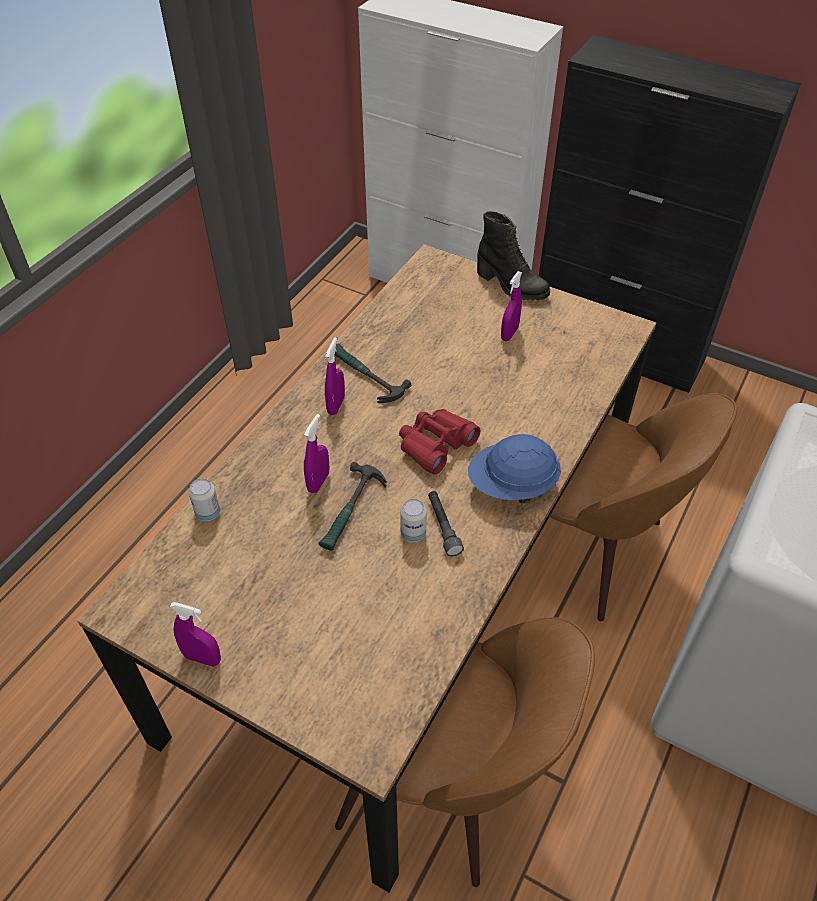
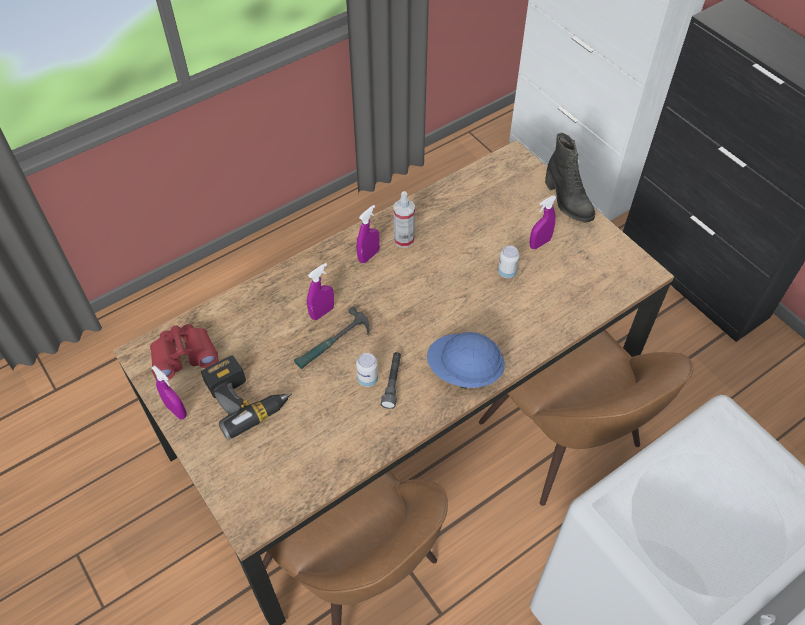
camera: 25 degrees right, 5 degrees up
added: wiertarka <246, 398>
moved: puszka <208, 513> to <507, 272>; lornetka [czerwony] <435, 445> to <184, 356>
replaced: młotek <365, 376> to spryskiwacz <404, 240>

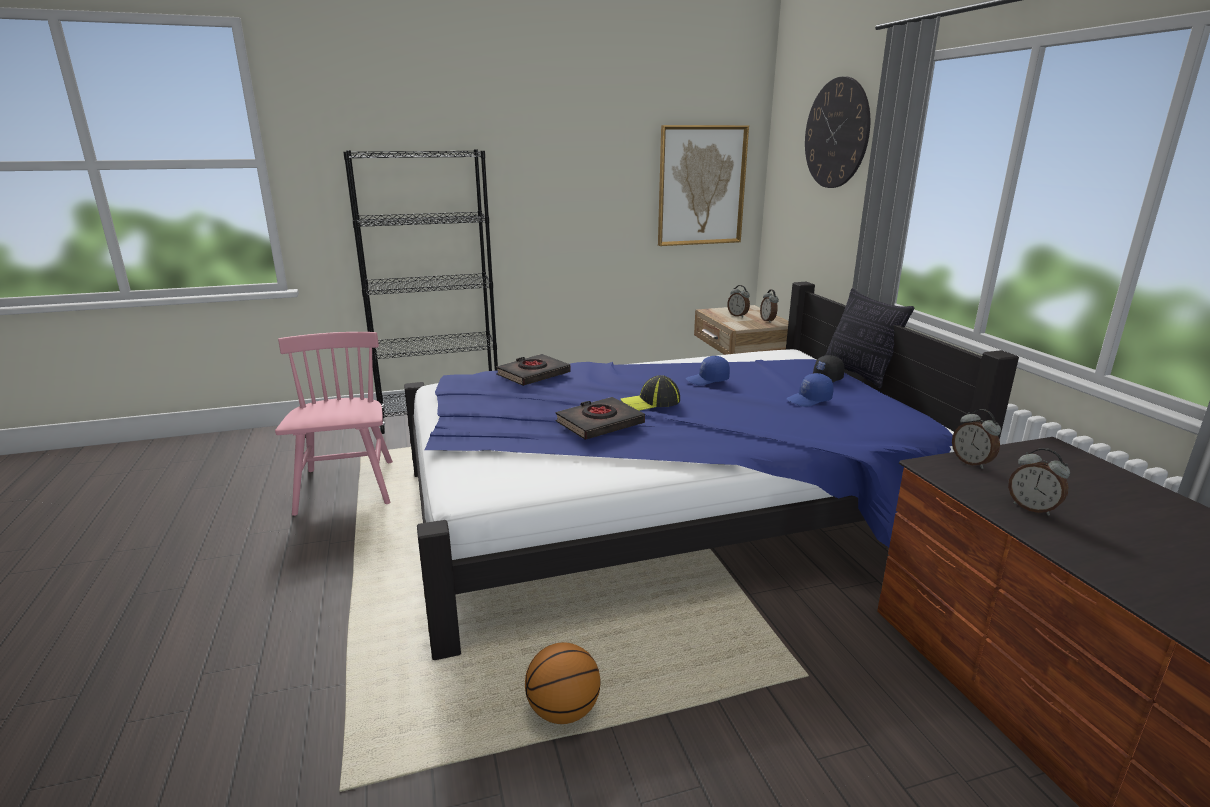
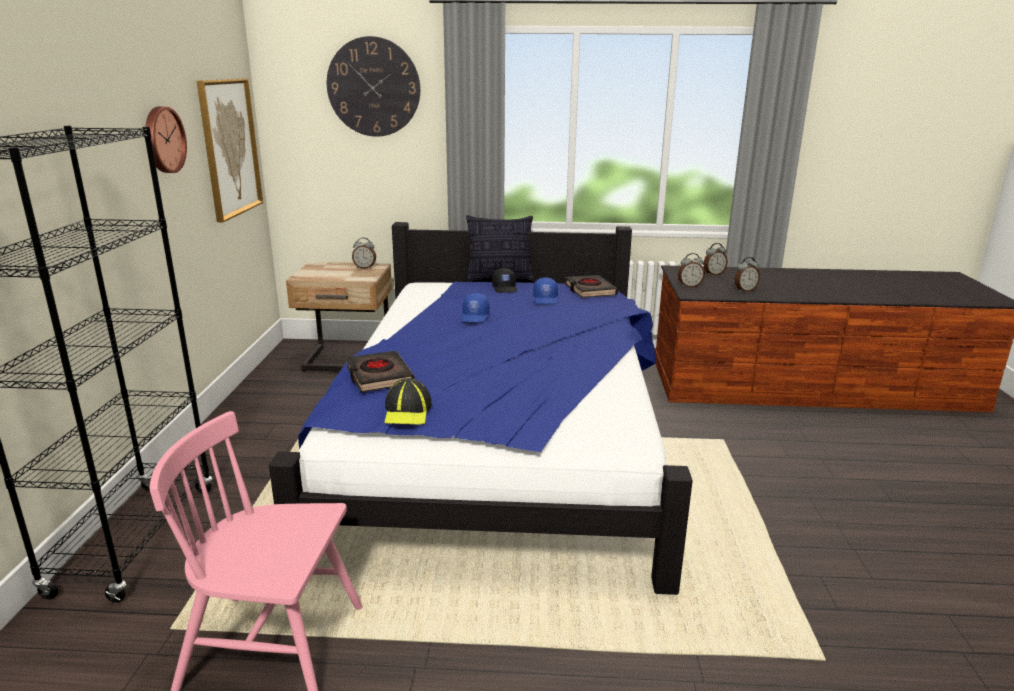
camera: 70 degrees left, 0 degrees up
removed: piłka do koszykówki <564, 711>
added: zegar ścienny <162, 140>
moved: książka [czarny] <599, 423> to <590, 290>; czapka z daszkiem <651, 402> to <407, 411>; budzik <738, 315> to <713, 274>

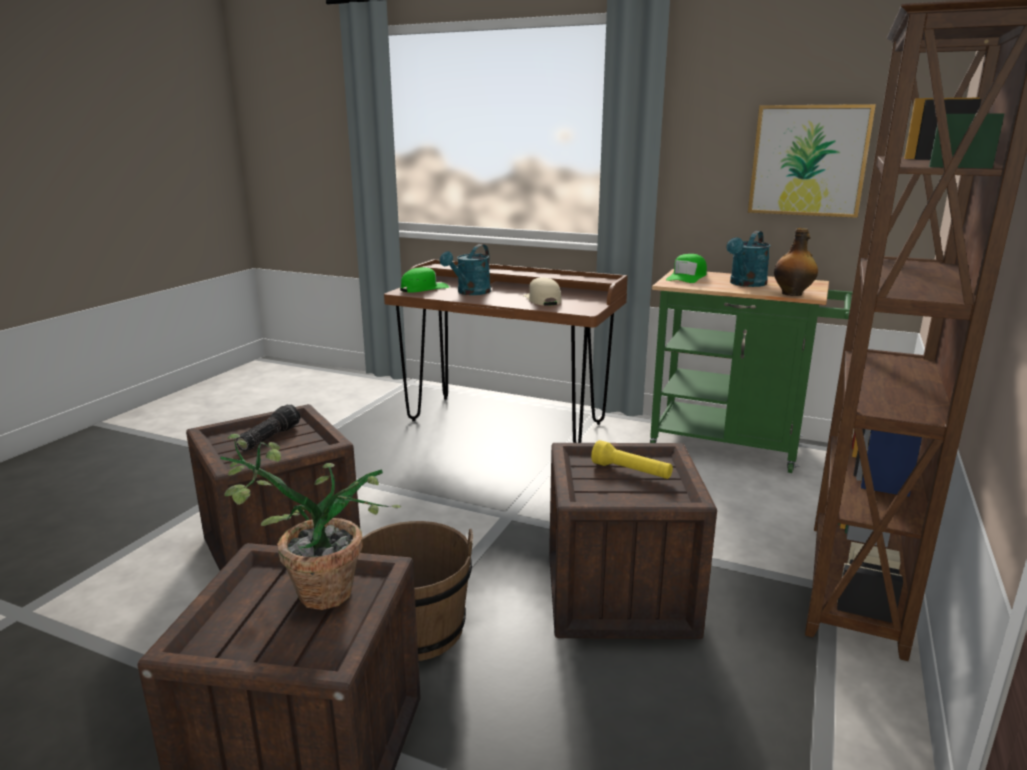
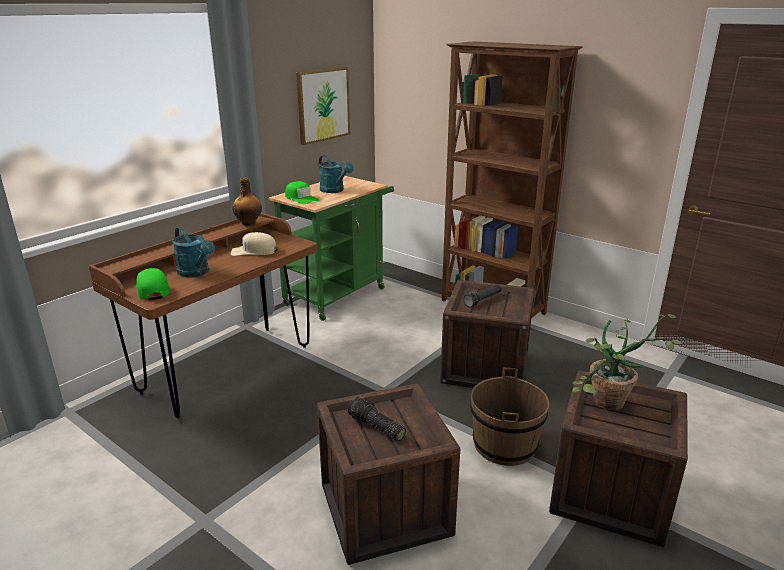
camera: 75 degrees left, 5 degrees up
moved: butelka <792, 294> to <249, 223>
recoloured: latarka [żółty] <631, 472> to latarka [czarny] <483, 300>

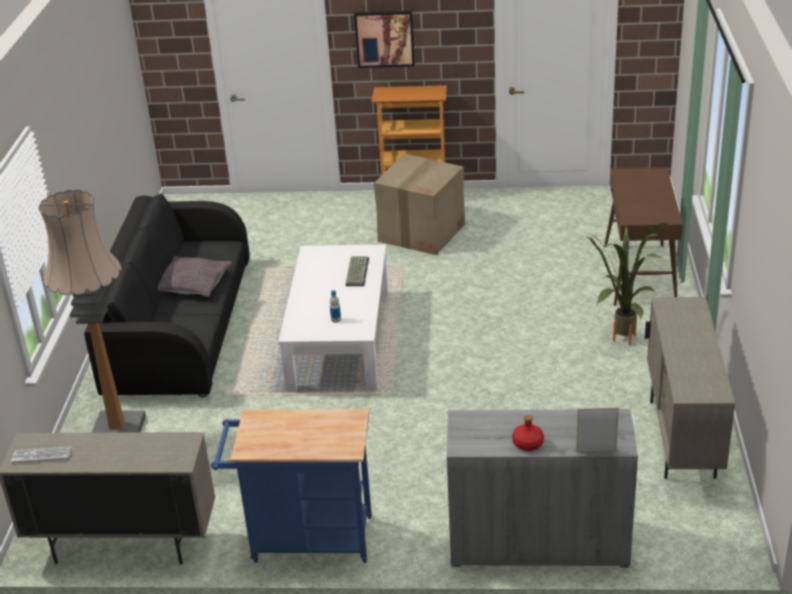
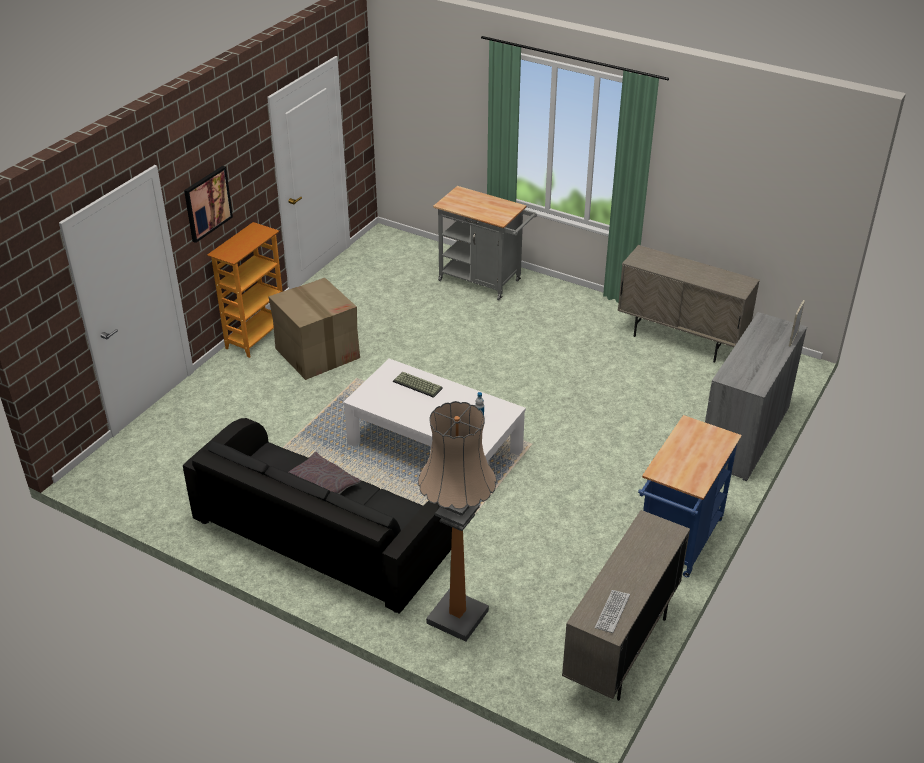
camera: 65 degrees left, 5 degrees up
removed: butelka [czerwony] <527, 443>; roślina doniczkowa <619, 342>
replaced: stolik konsolowy [brązowy] <639, 275> to wózek [szary] <484, 282>

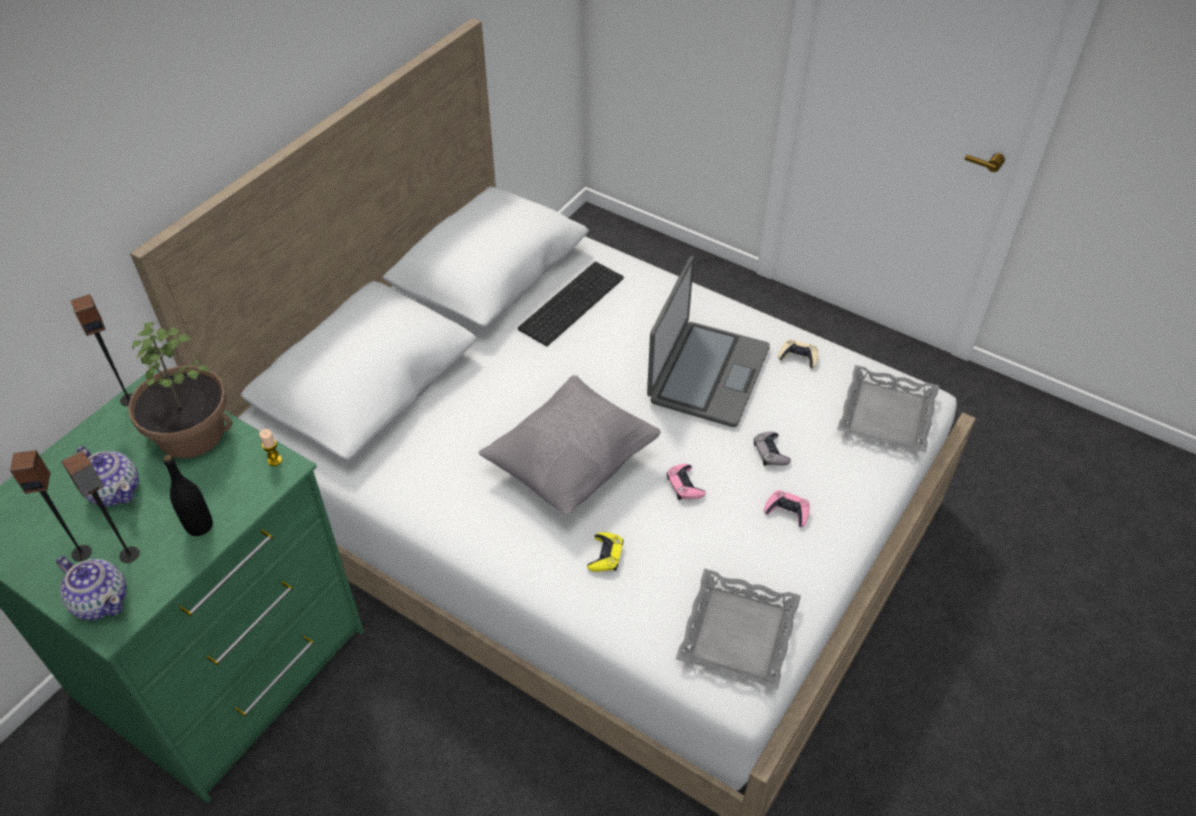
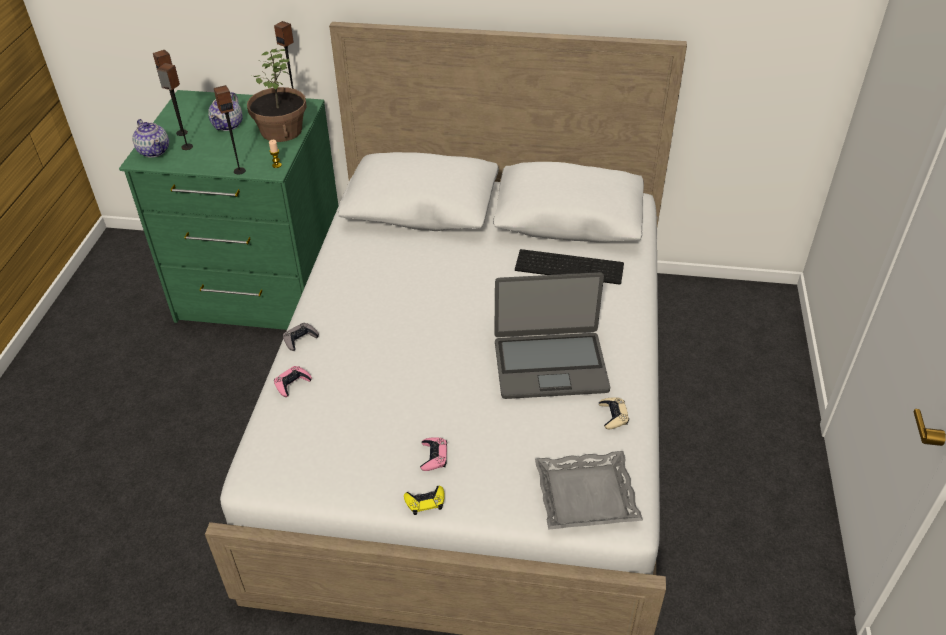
camera: 65 degrees right, 5 degrees down
removed: butelka [czarny] <199, 526>; poduszka [szary] <572, 464>; taca [szary] <739, 634>
added: głośnik <239, 171>
moved: pad do gier [żółty] <605, 555> to <425, 502>; pad do gier [różowy] <684, 485> to <292, 383>; pad do gier [szary] <770, 452> to <300, 339>
turned: imbryk <101, 600> = <154, 151> 45 degrees counterclockwise

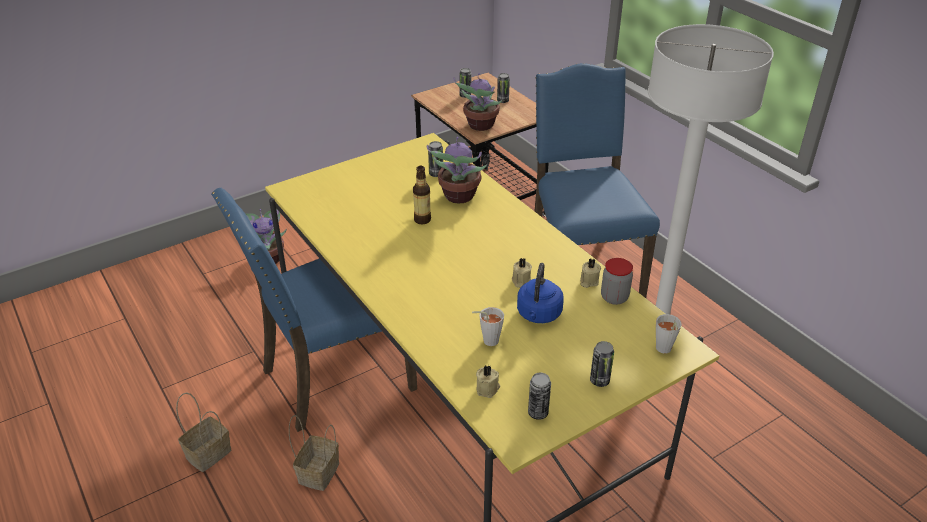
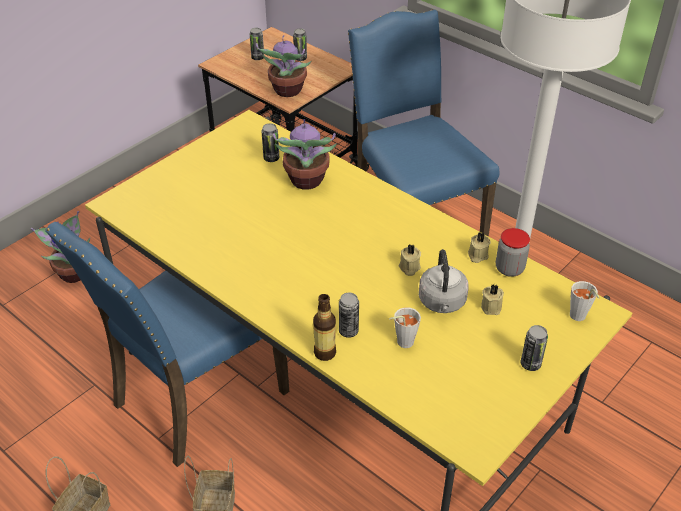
camera: 15 degrees left, 5 degrees up
moved: butelka <422, 220> to <325, 353>; świeca [beżowy] <488, 389> to <492, 307>; puszka <538, 413> to <348, 331>
recoloured: czajnik [niebieski] <538, 315> to czajnik [szary] <442, 303>

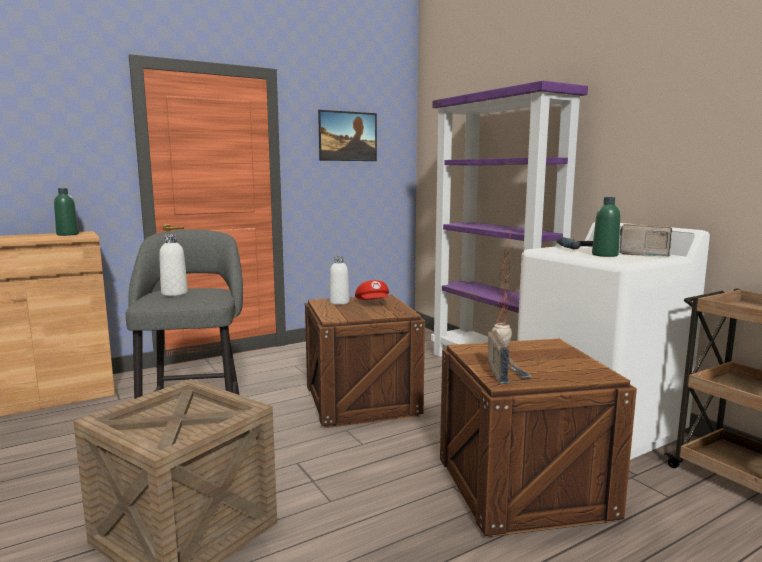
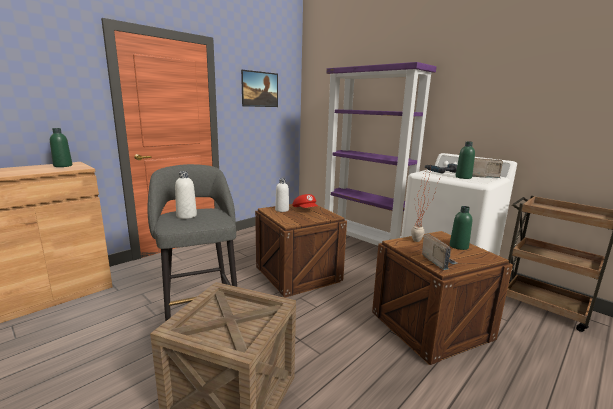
camera: 15 degrees left, 5 degrees up
added: butelka [zielony] <458, 246>

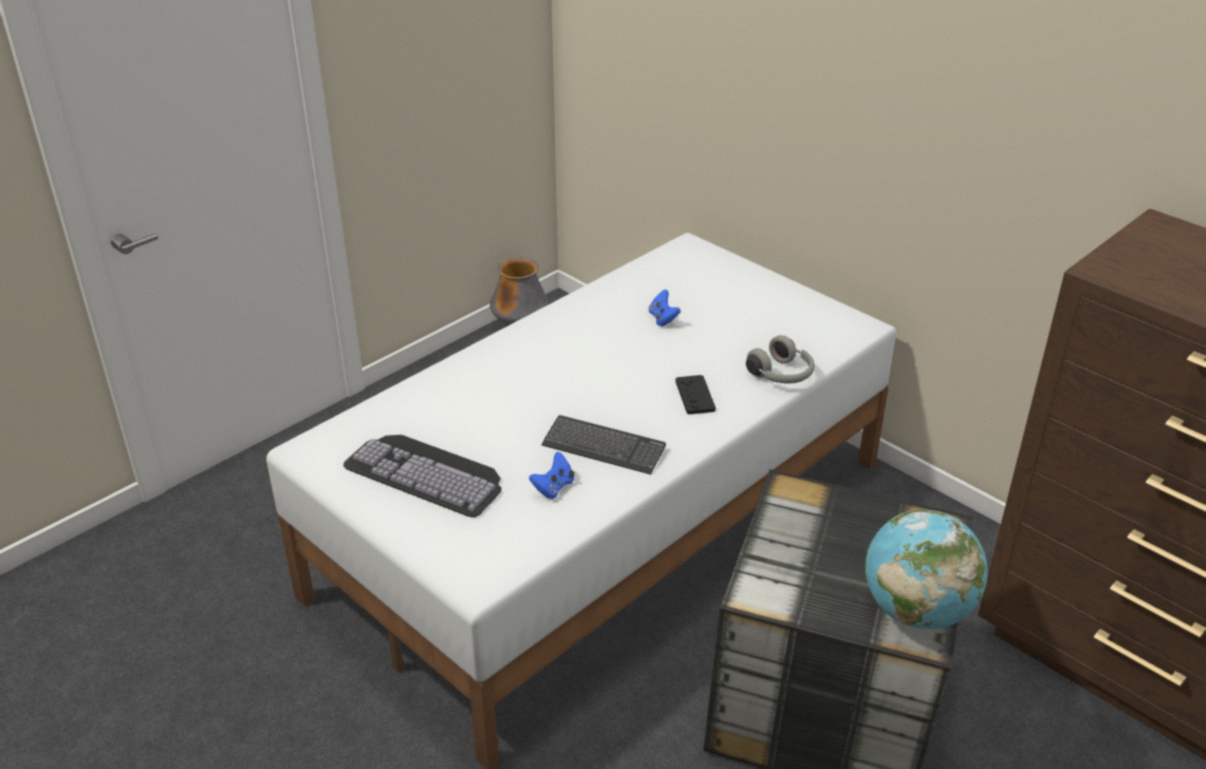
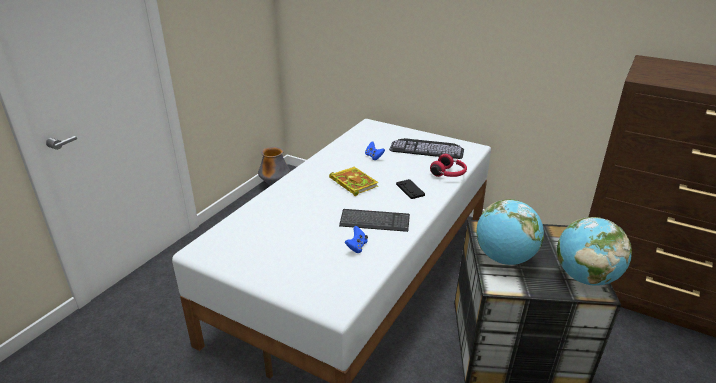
camera: 15 degrees left, 5 degrees down
added: książka <352, 183>; globus <504, 258>
moved: klawiatura <429, 472> to <427, 148>
recoloured: słuchawki [szary] <782, 375> to słuchawki [czerwony] <449, 174>

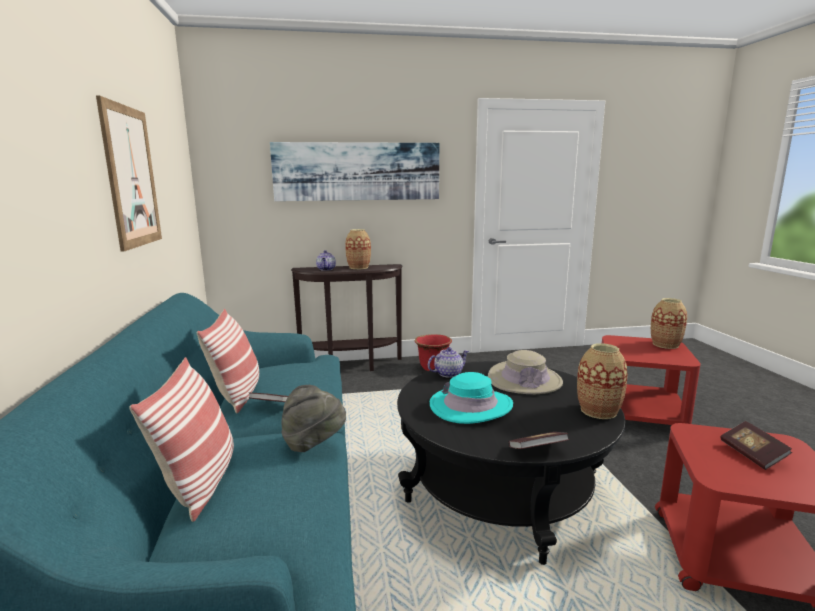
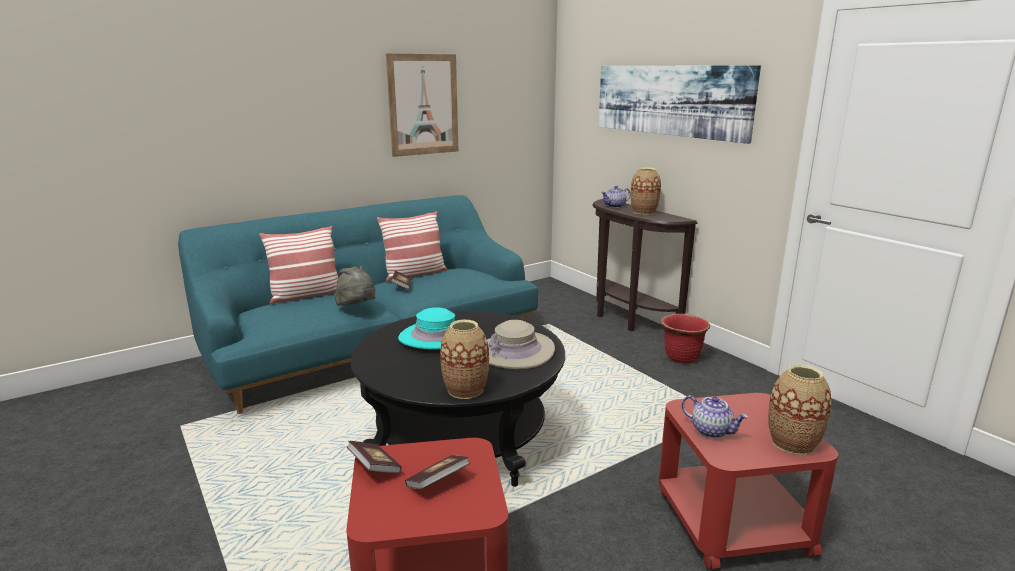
camera: 65 degrees right, 5 degrees up
moved: imbryk <448, 373> to <711, 430>; książka <537, 450> to <374, 467>

